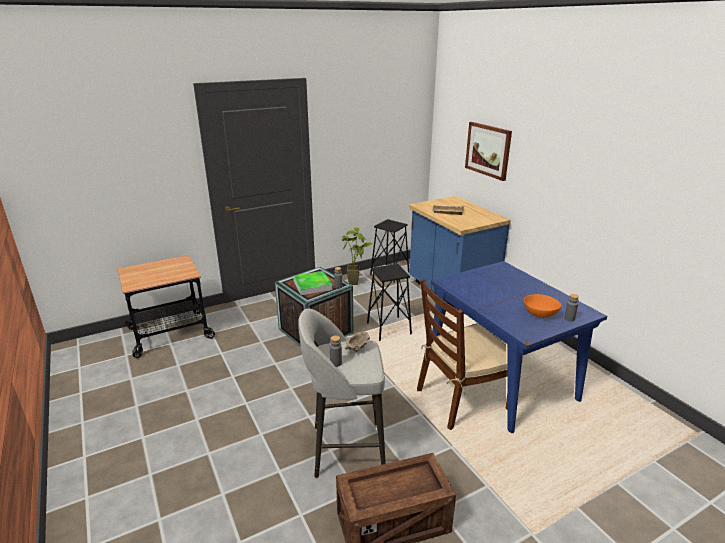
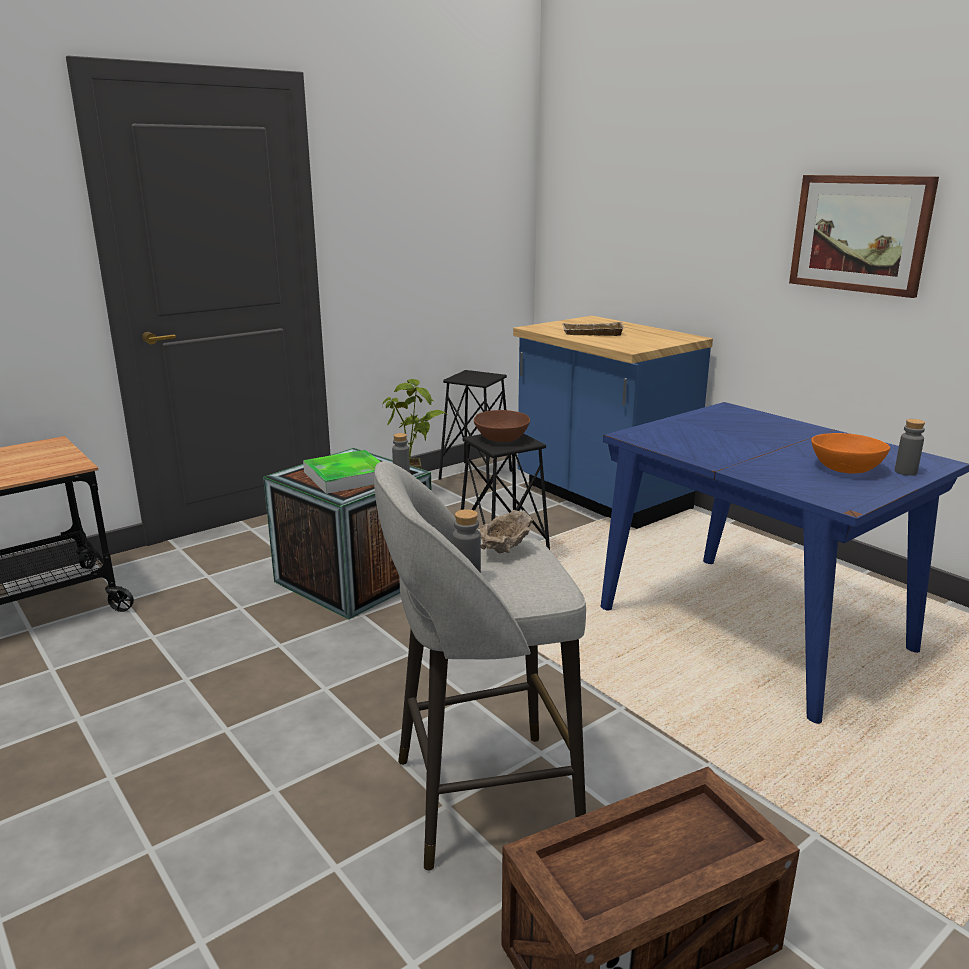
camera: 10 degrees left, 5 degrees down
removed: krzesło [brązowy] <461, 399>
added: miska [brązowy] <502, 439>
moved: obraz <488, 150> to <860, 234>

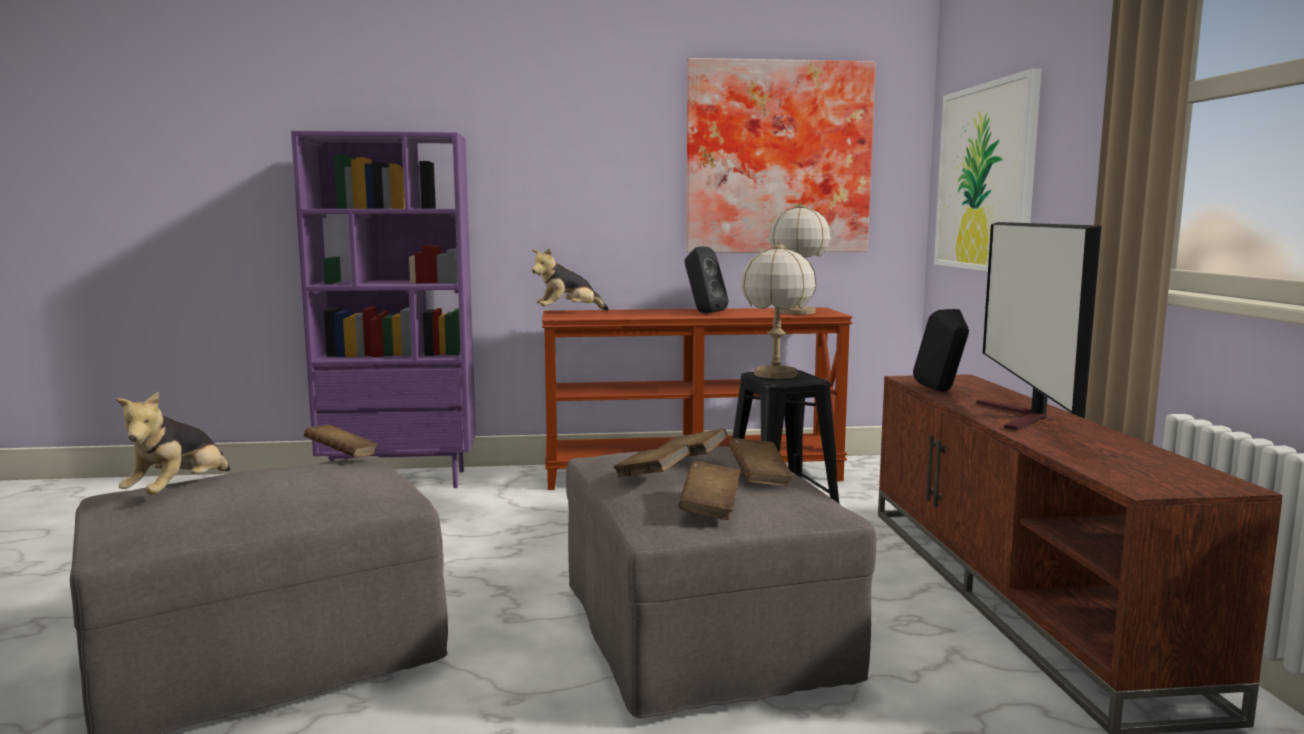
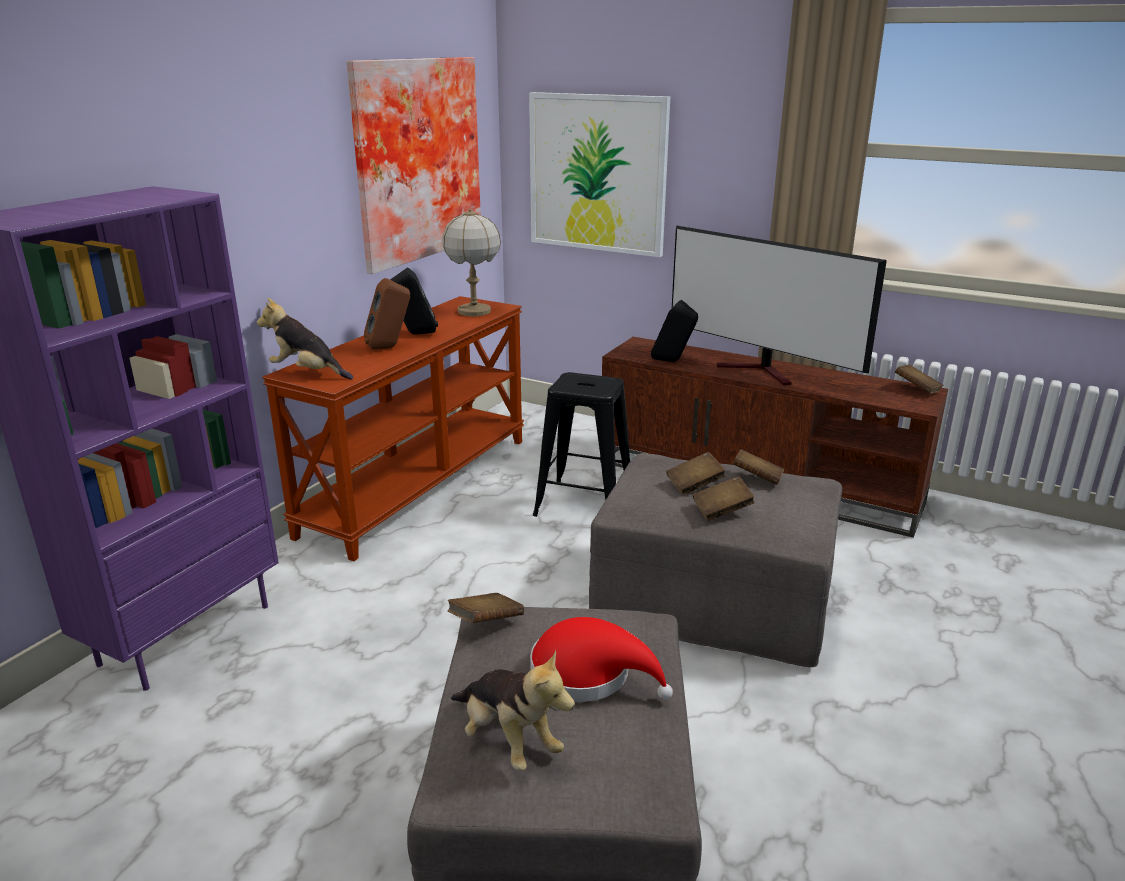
camera: 55 degrees left, 15 degrees up
removed: lampa stołowa <776, 374>
added: głośnik [brązowy] <390, 347>; kapelusz [czerwony] <589, 674>
moved: książka [brązowy] <710, 508> to <916, 389>
turned: pluszak <568, 312> = <307, 373> 105 degrees clockwise

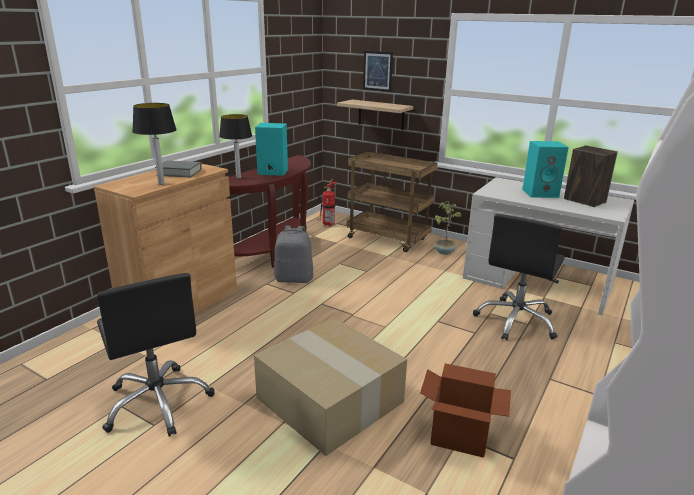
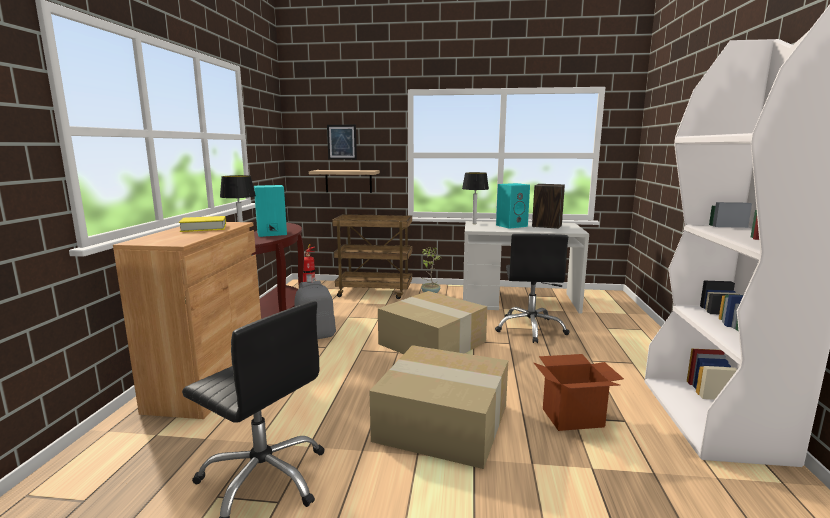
camera: 25 degrees left, 10 degrees down
added: karton <434, 343>
moved: lampa stołowa <161, 184> to <474, 223>
recoloured: książka [szary] <179, 172> to książka [żółty] <203, 228>

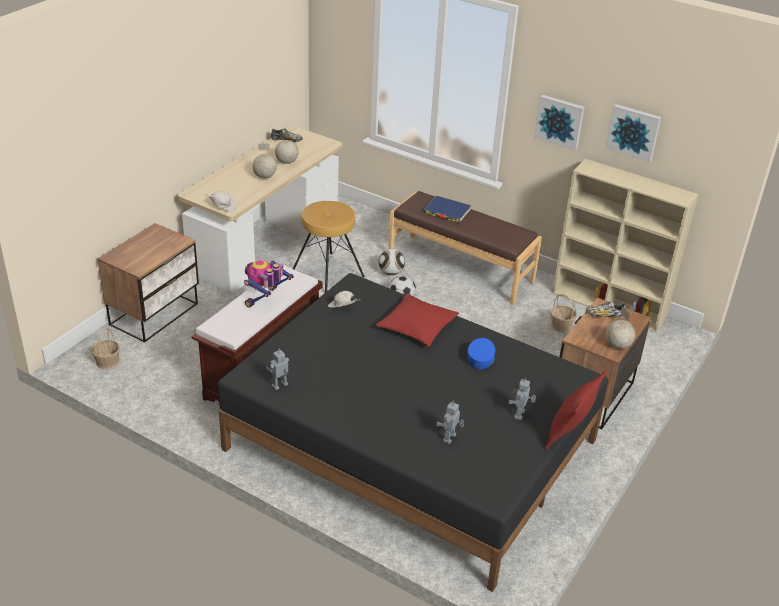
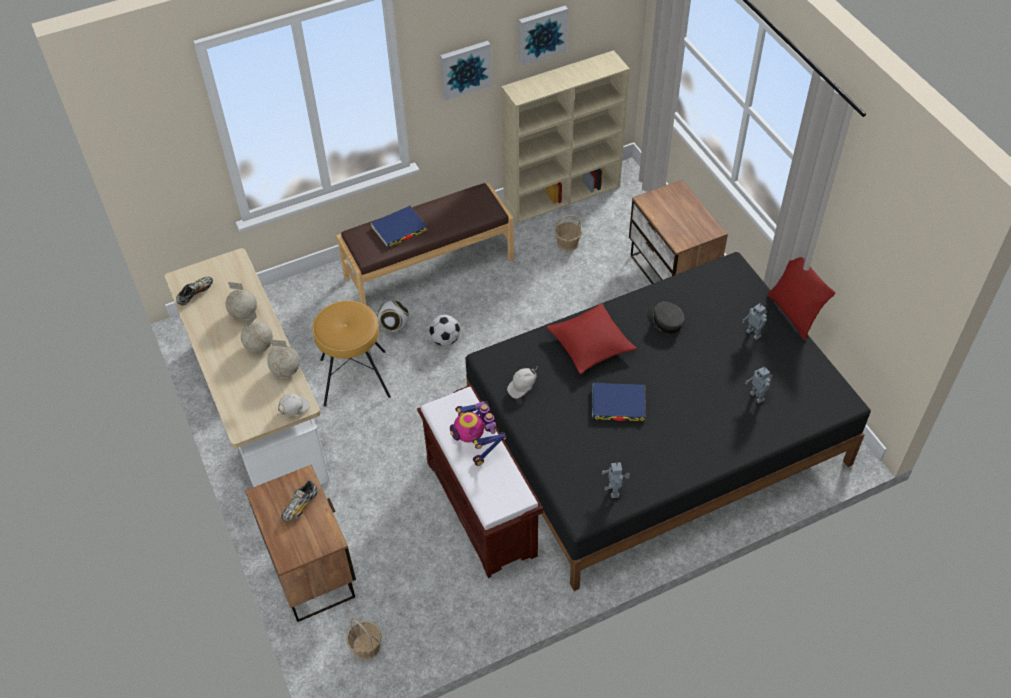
camera: 55 degrees left, 15 degrees up
added: książka [niebieski] <618, 404>
moved: but <605, 315> to <300, 506>; globus <617, 345> to <286, 370>
recoloured: czapka z daszkiem [niebieski] <480, 358> to czapka z daszkiem [szary] <665, 321>

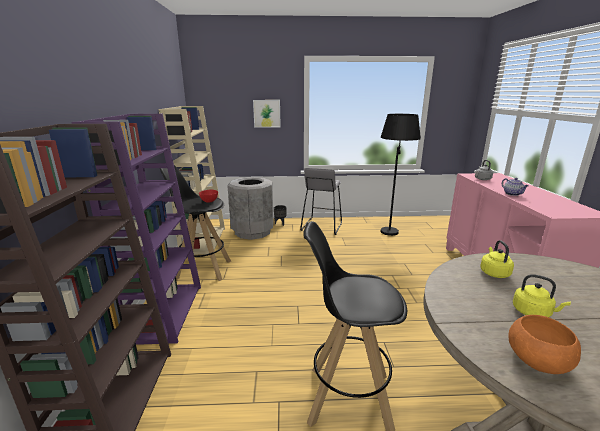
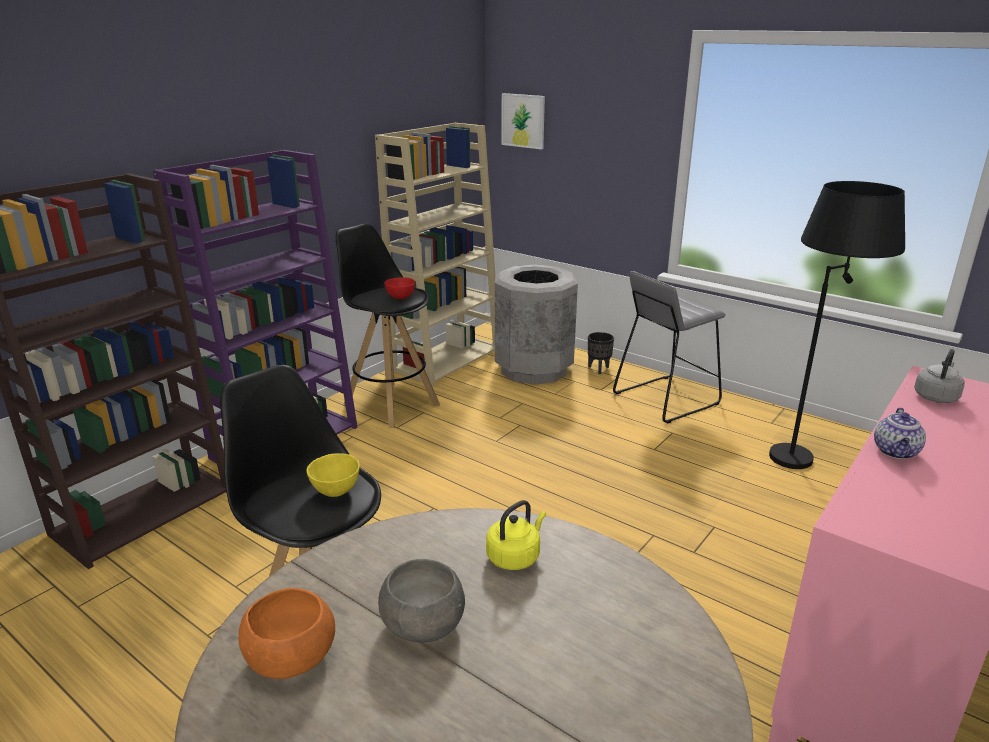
camera: 40 degrees right, 5 degrees up
added: miska [żółty] <336, 490>
moved: obraz <267, 113> to <523, 121>
replaced: czajnik [żółty] <533, 312> to miska [szary] <424, 624>

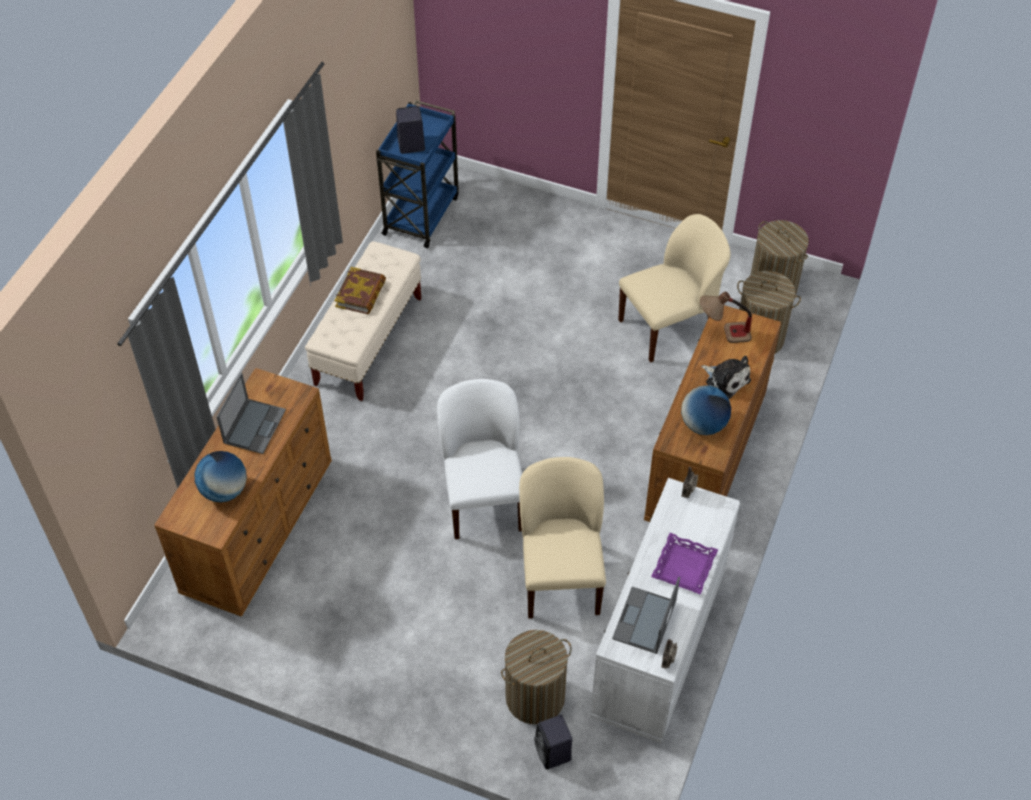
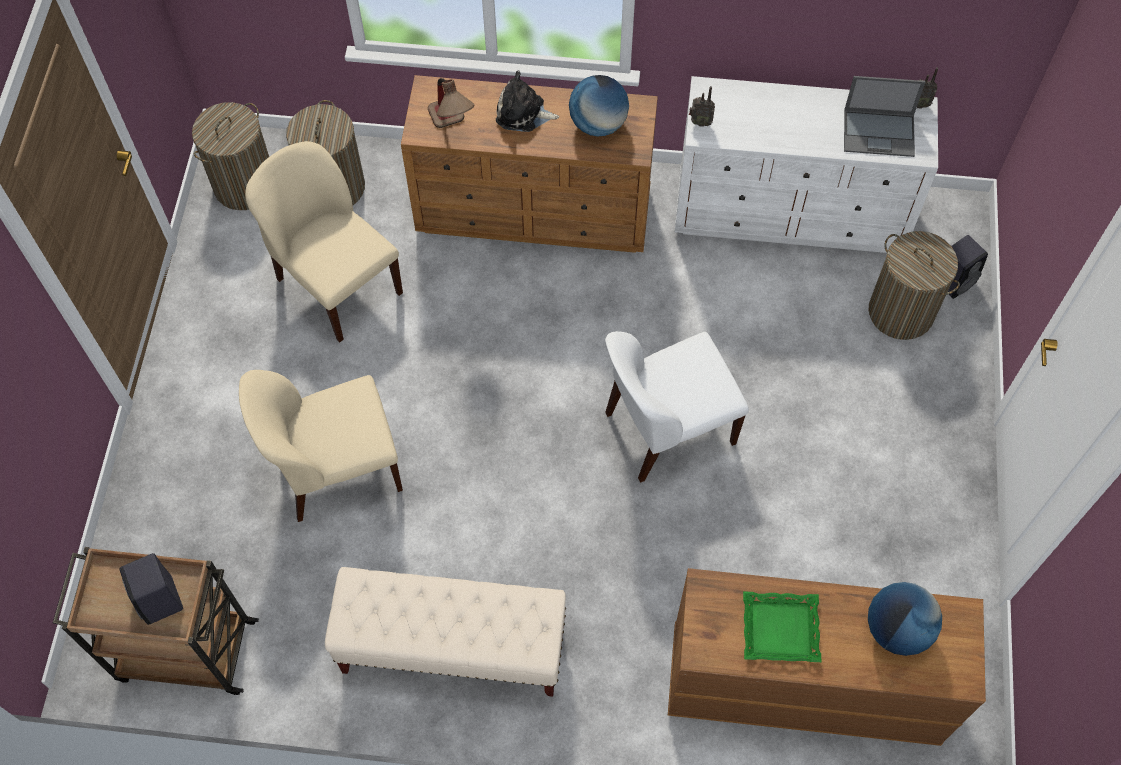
camera: 105 degrees left, 10 degrees up
removed: książka <361, 294>; taca [fioletowy] <684, 567>
moved: krzesło [beżowy] <560, 577> to <336, 469>
replaced: laptop <254, 425> to taca [zielony] <780, 630>
recoloured: wózek [niebieski] <421, 214> to wózek [brązowy] <183, 650>
turned: pluszak <726, 380> = <523, 113> 105 degrees counterclockwise

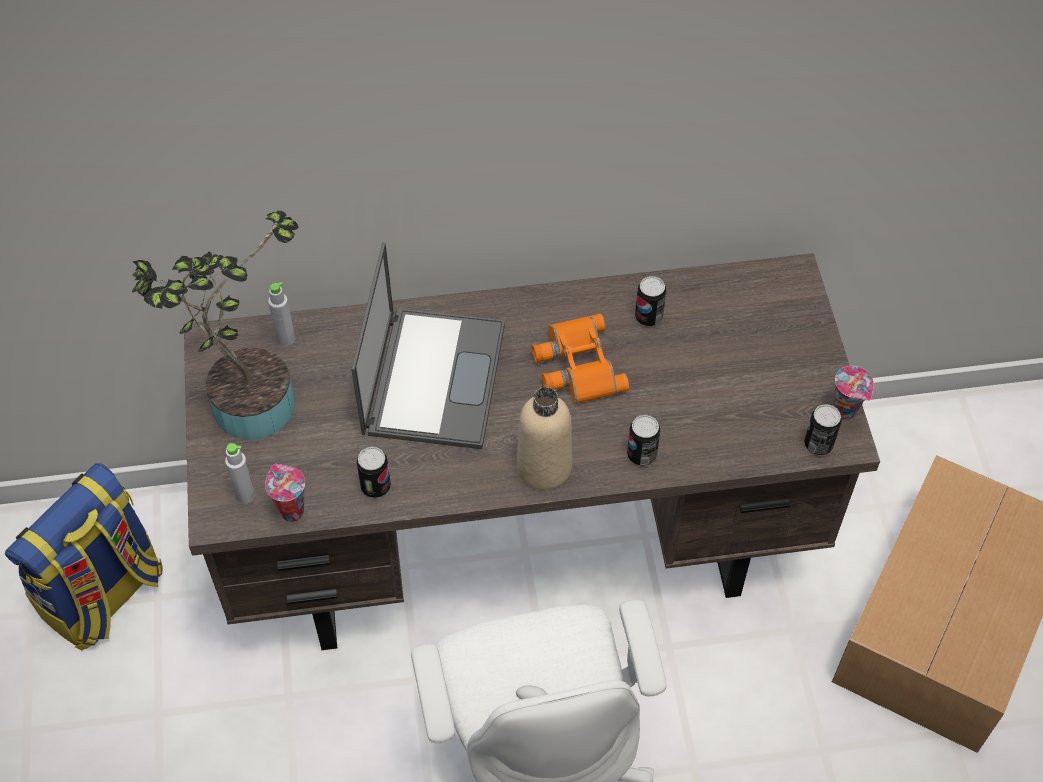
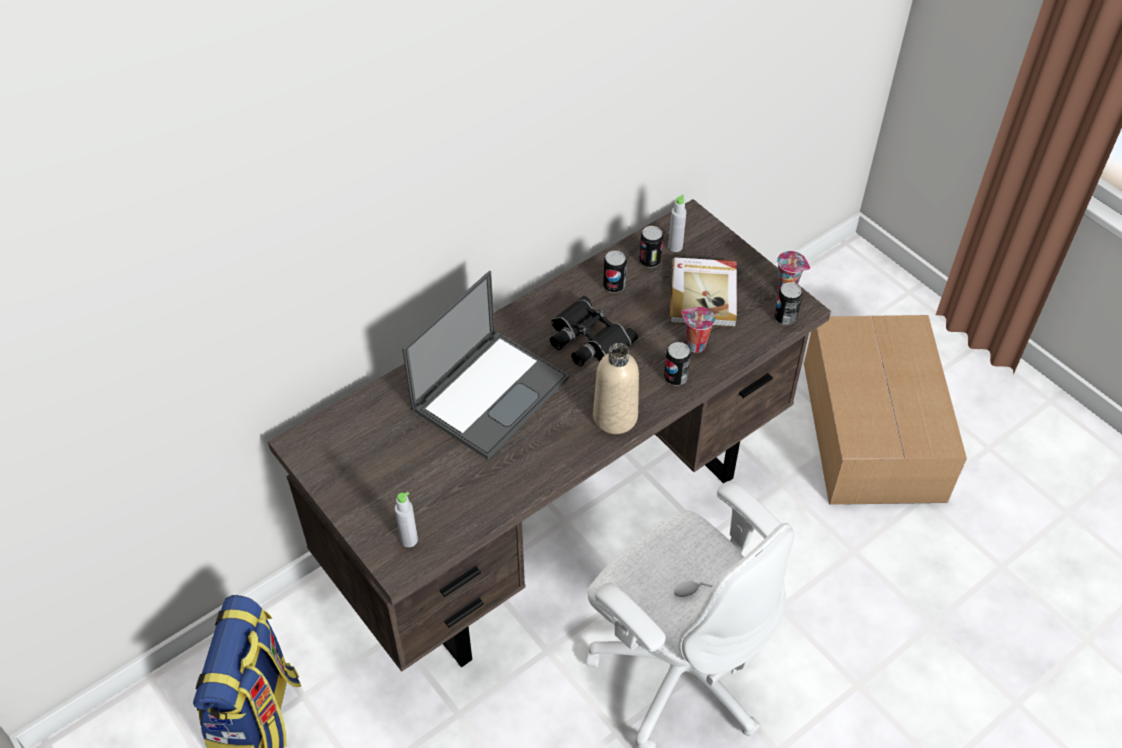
camera: 30 degrees left, 5 degrees down
removed: roślina doniczkowa <243, 402>
added: książka <704, 294>
moved: filiżanka <290, 510> to <694, 345>; butelka [szary] <286, 339> to <675, 247>; puszka <375, 486> to <650, 261>
recoloured: lornetka [pomarańczowy] <576, 365> to lornetka [czarny] <587, 339>
turned: laptop <434, 376> = <491, 392> 60 degrees clockwise

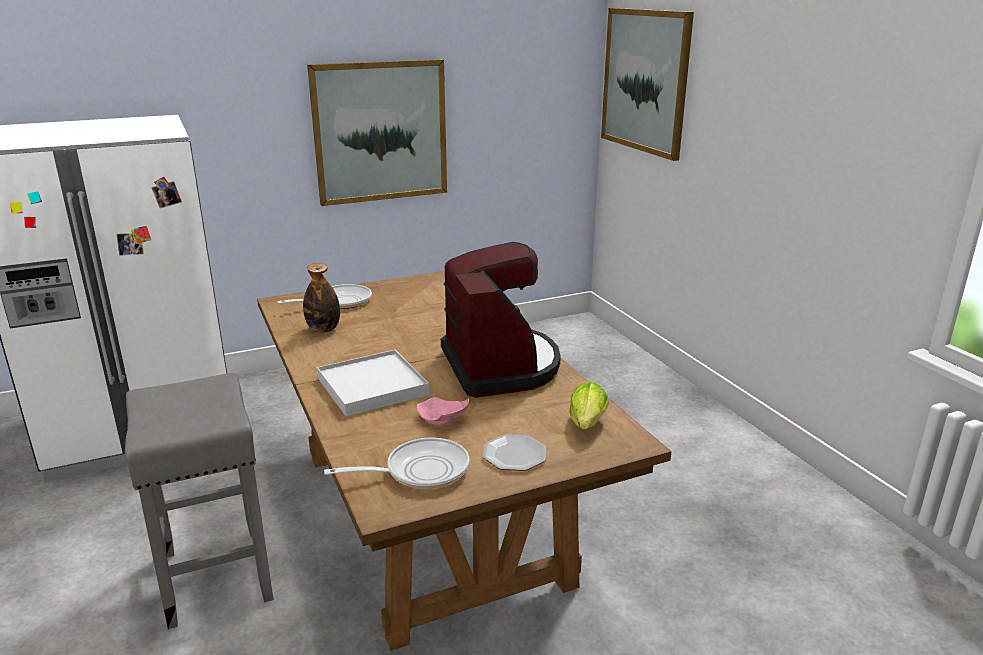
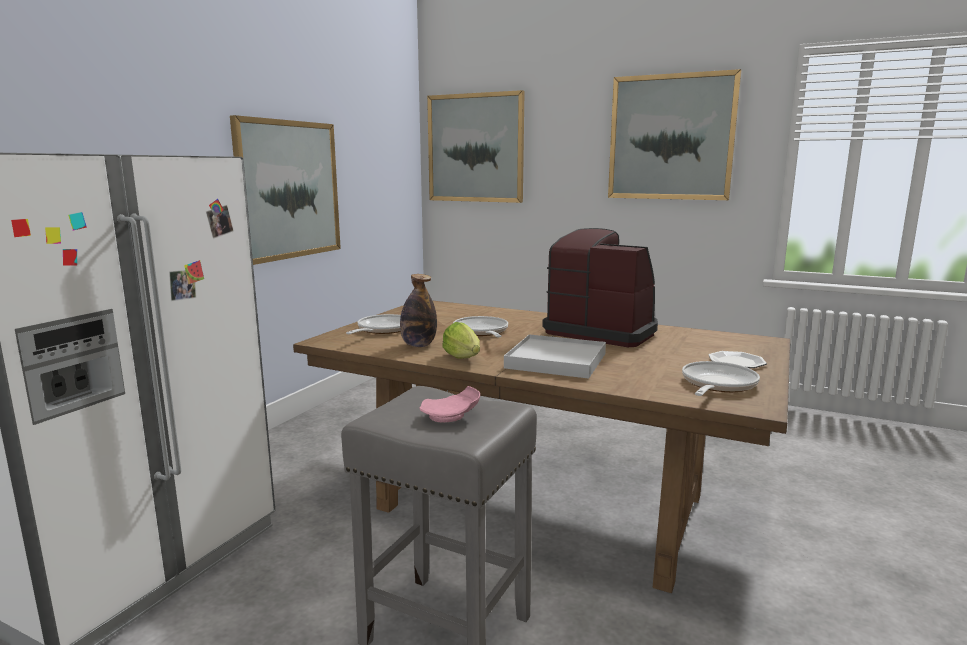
camera: 40 degrees left, 10 degrees down
added: patelnia <481, 332>; obraz <671, 137>
moved: talerz [różowy] <442, 419> to <451, 416>; sałata <586, 425> to <464, 359>

